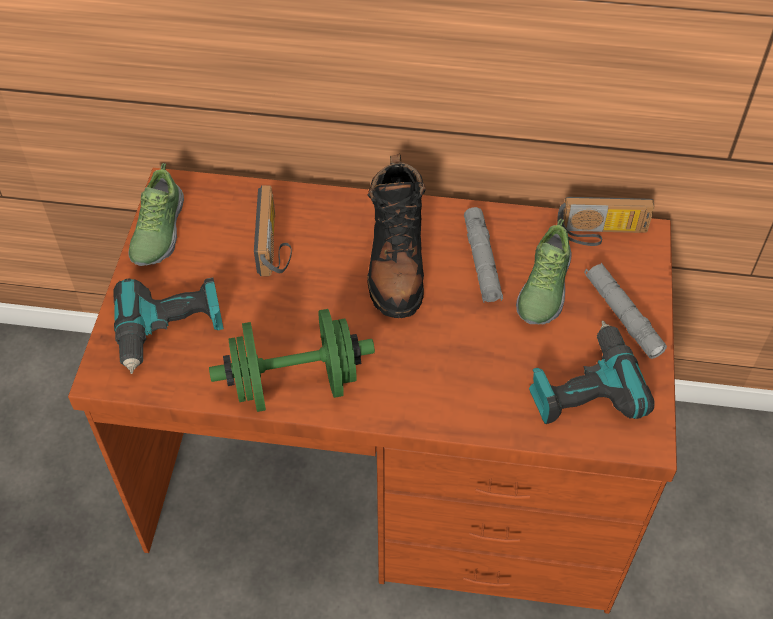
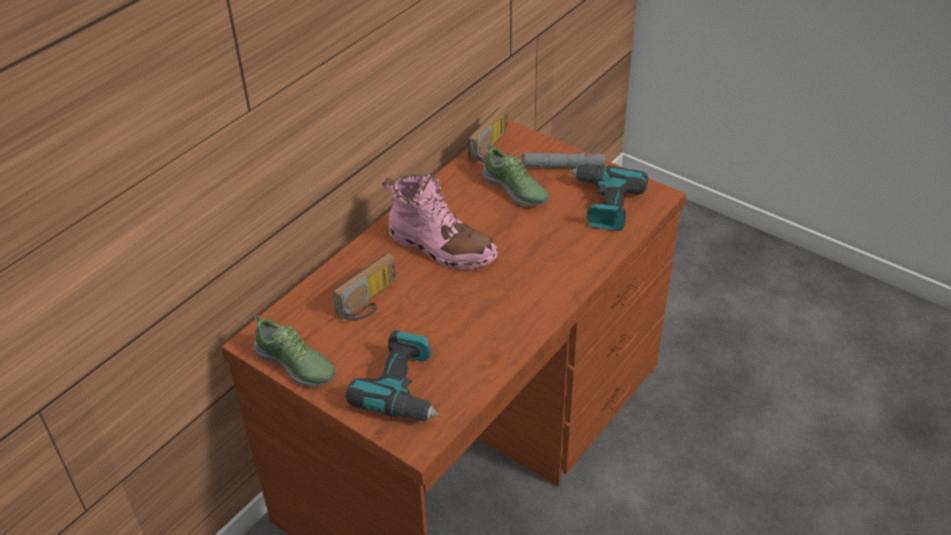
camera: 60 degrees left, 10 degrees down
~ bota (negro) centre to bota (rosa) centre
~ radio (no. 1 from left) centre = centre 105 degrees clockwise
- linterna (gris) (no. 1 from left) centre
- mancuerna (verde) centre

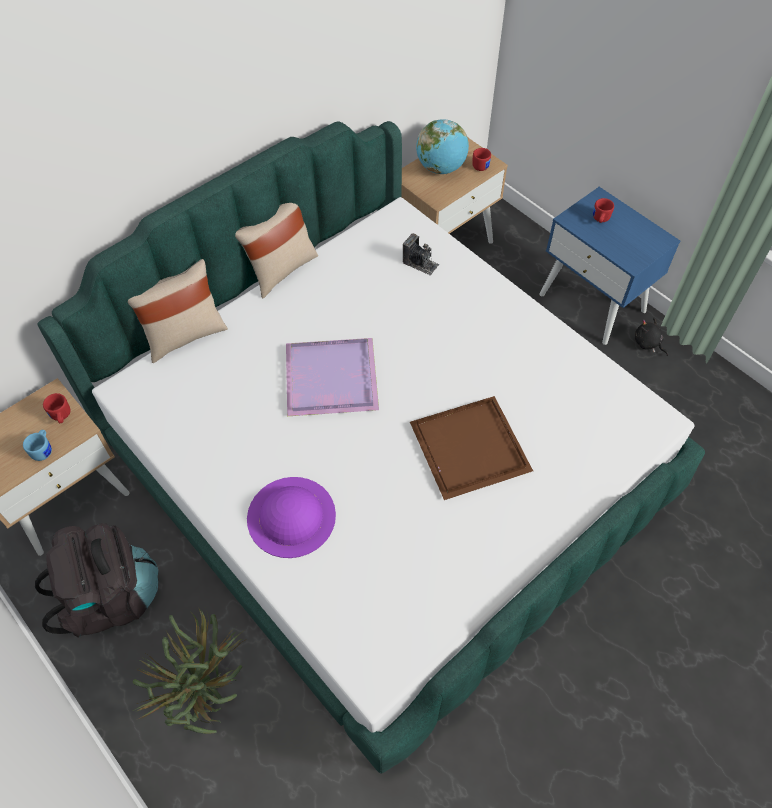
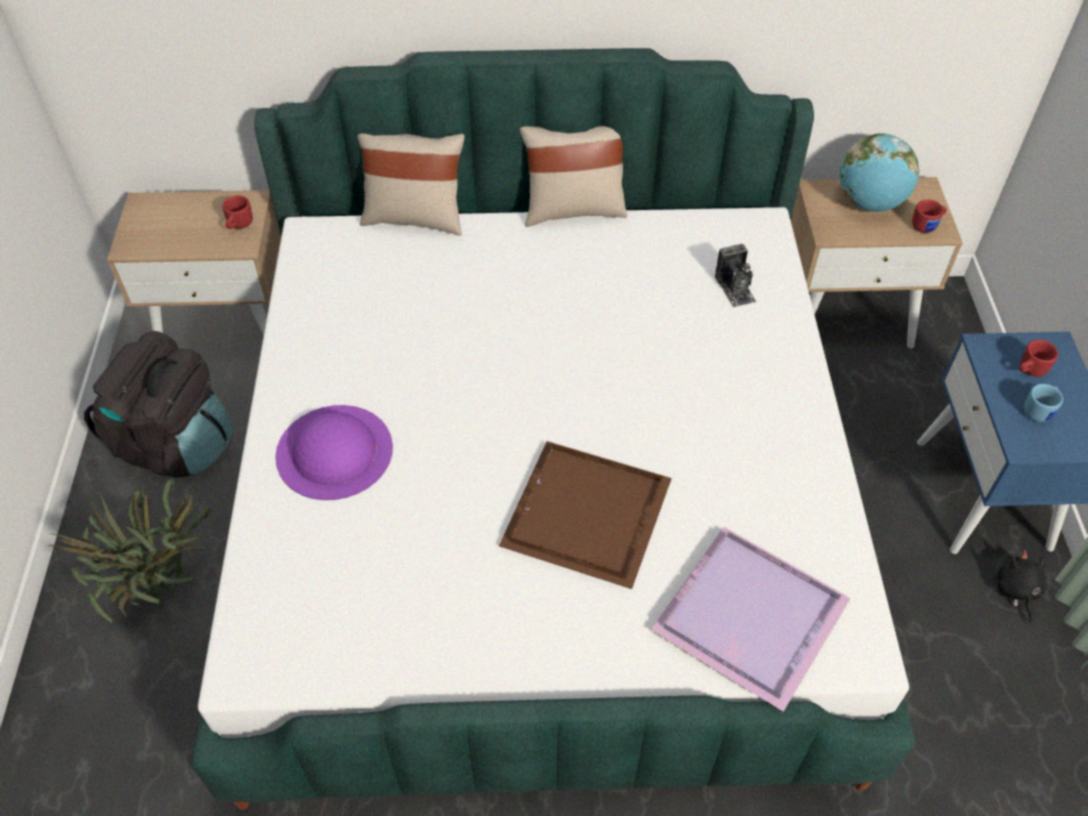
camera: 40 degrees right, 5 degrees down
~ bandeja (morado) centre to bottom right
~ taza grande (azul) middle left to middle right

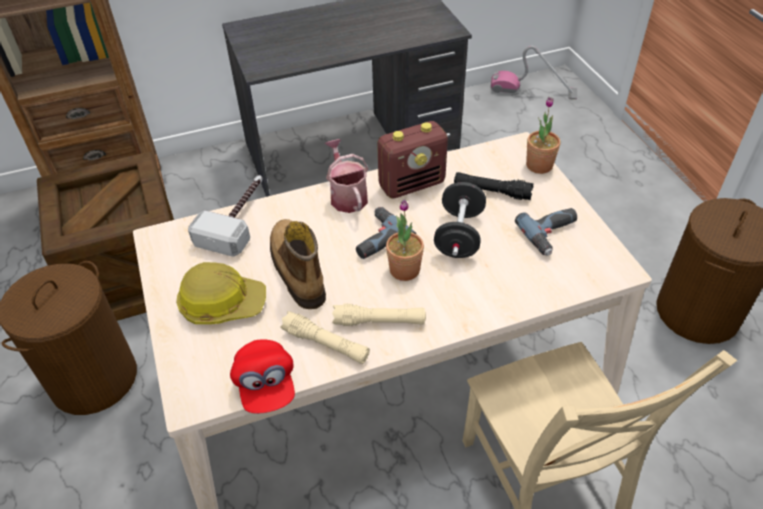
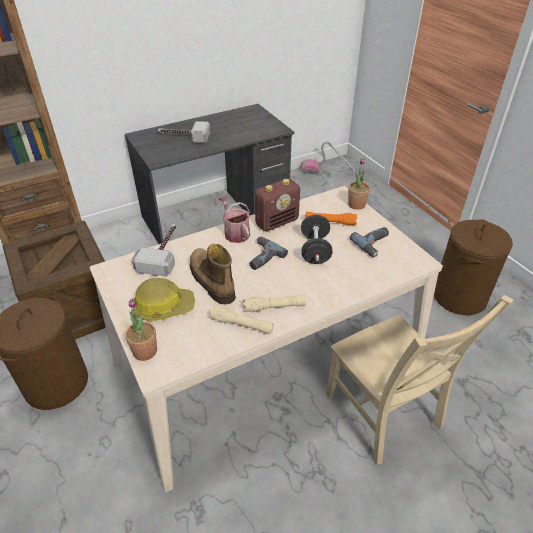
camera: 10 degrees left, 5 degrees down
~ linterna (negro) centre to linterna (naranja) centre
~ planta en maceta (no. 1 from left) centre to middle left
- gorra (rojo) bottom centre
+ martillo (no. 2 from left) top centre

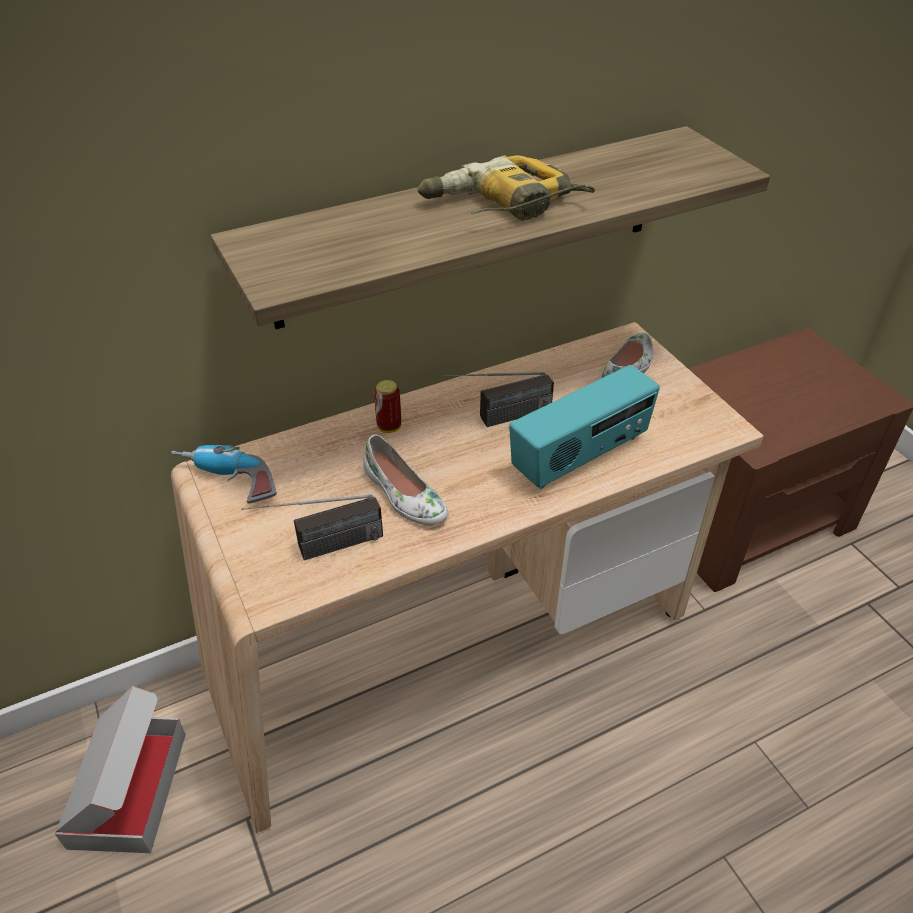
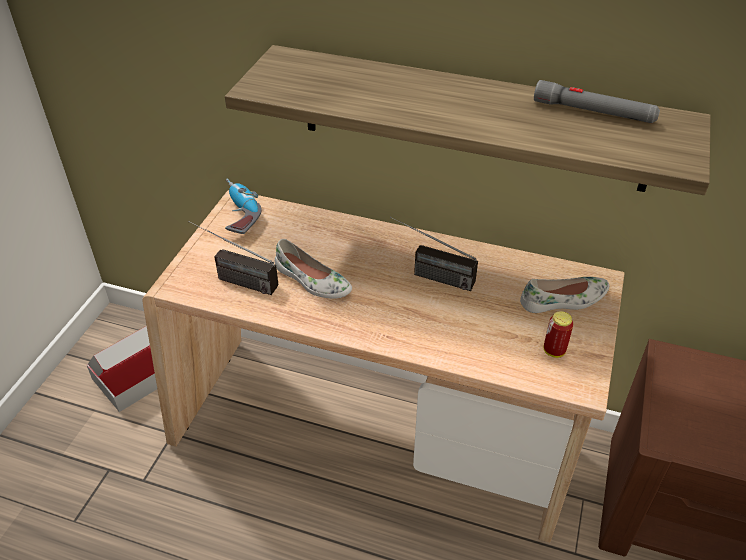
camera: 45 degrees right, 0 degrees up
- taladro (no. 2 from left) top centre
- radio (no. 3 from left) centre
~ lata centre to middle right
~ zapato (blanco) (no. 1 from left) centre = centre 60 degrees counterclockwise
+ linterna (gris) top right

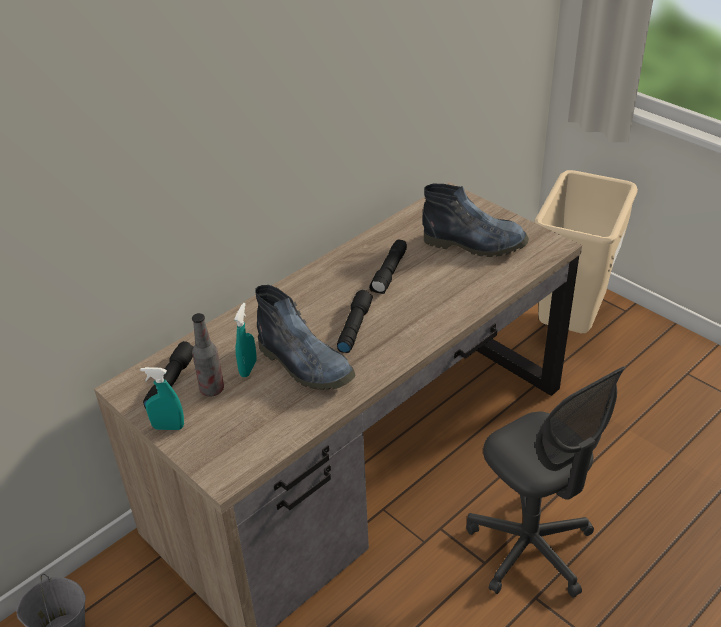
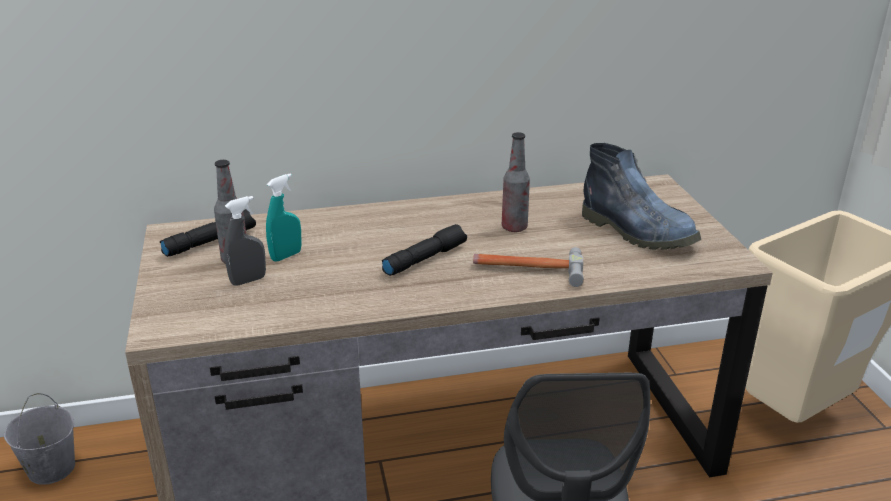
camera: 30 degrees right, 10 degrees down
~ linterna (negro) (no. 3 from left) centre to botella (no. 2 from left) centre
- bota (no. 1 from left) centre
- pulverizador (turquesa) (no. 1 from left) middle left
+ pulverizador (gris) middle left
+ martillo centre

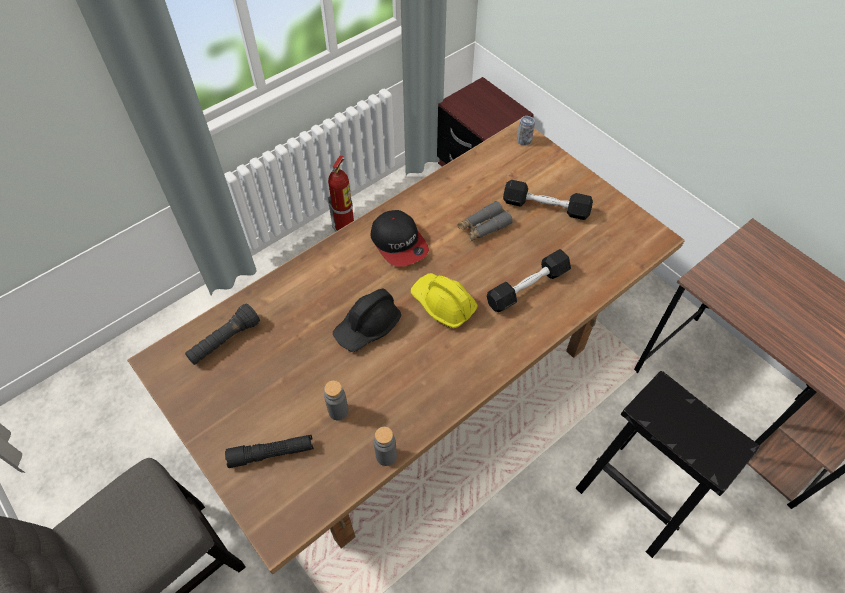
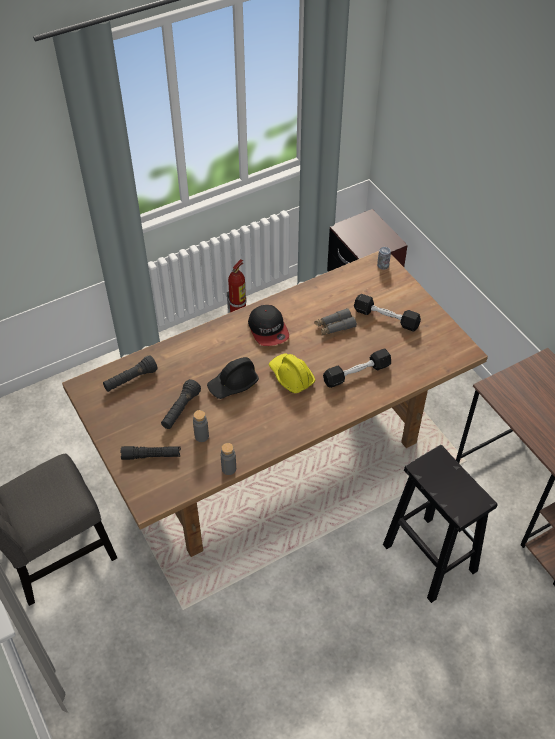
camera: 10 degrees right, 5 degrees down
+ linterna (negro) (no. 3 from left) middle left

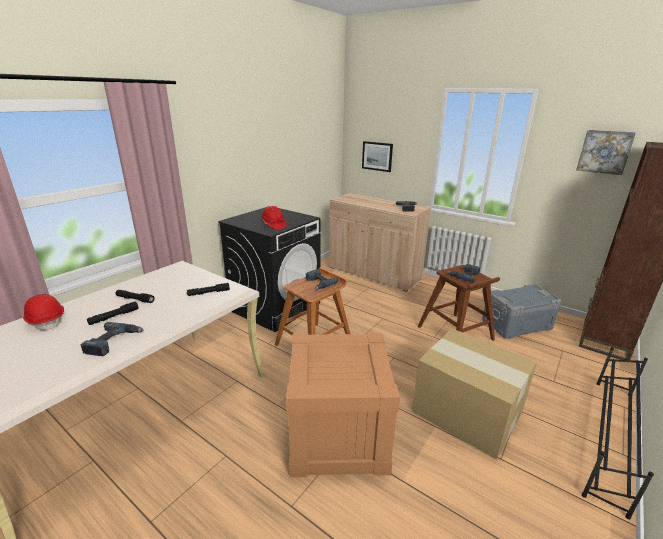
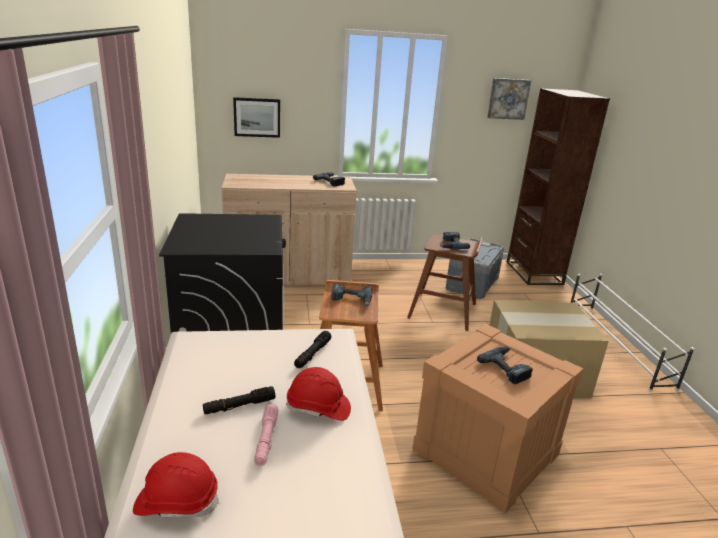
camera: 45 degrees left, 0 degrees up
~ casco (rojo) (no. 2 from left) centre to bottom centre
~ linterna (negro) (no. 1 from left) middle left to linterna (rosa) bottom centre
~ taladro (no. 1 from left in the first image) middle left to taladro (no. 4 from left) bottom right
~ zapatero (negro) bottom right to zapatero (blanco) middle right

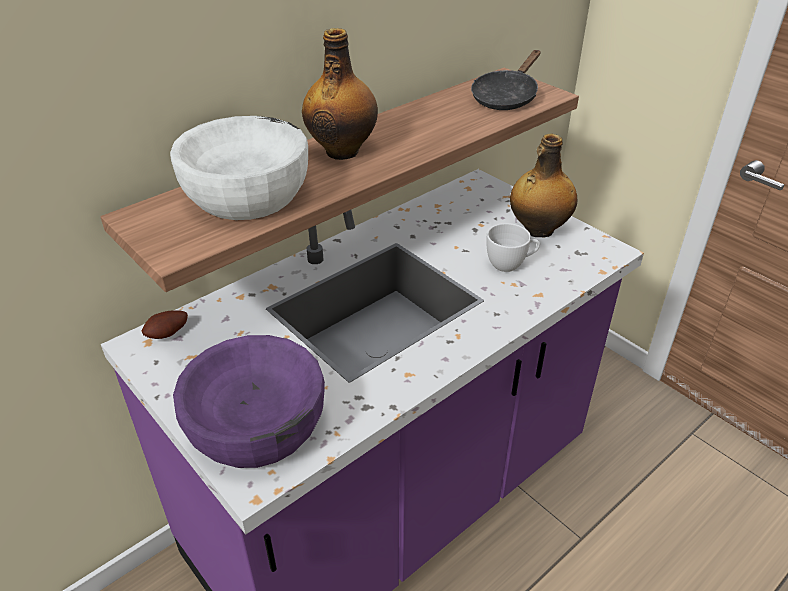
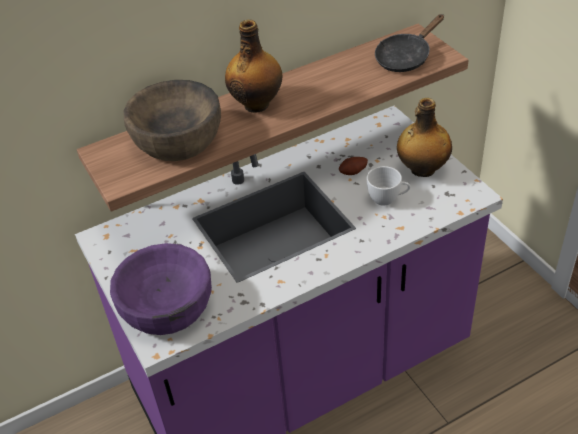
camera: 15 degrees right, 5 degrees up
~ cuenco (blanco) top left to cuenco (marrón) top left
~ patata middle left to centre

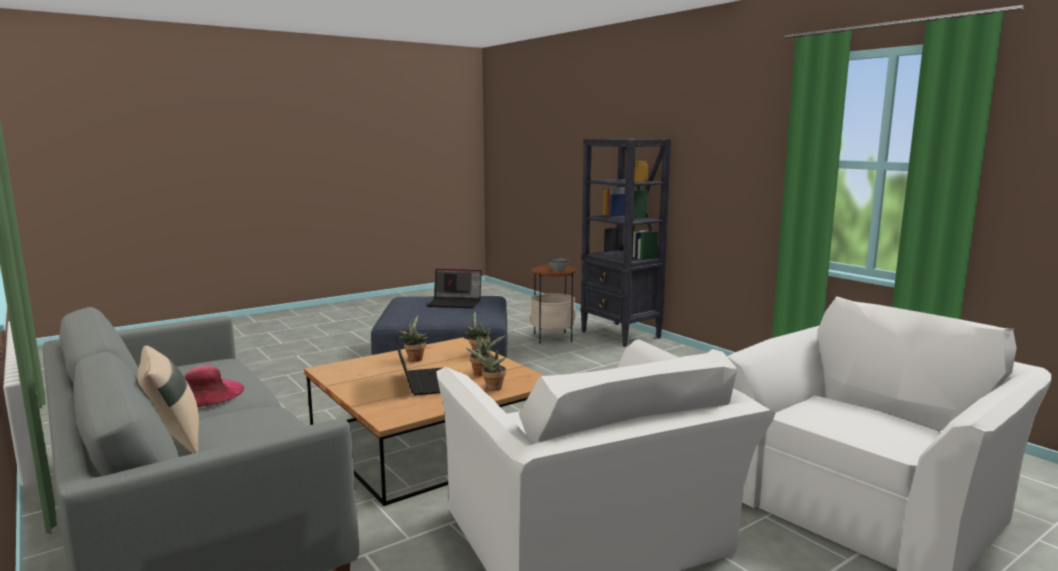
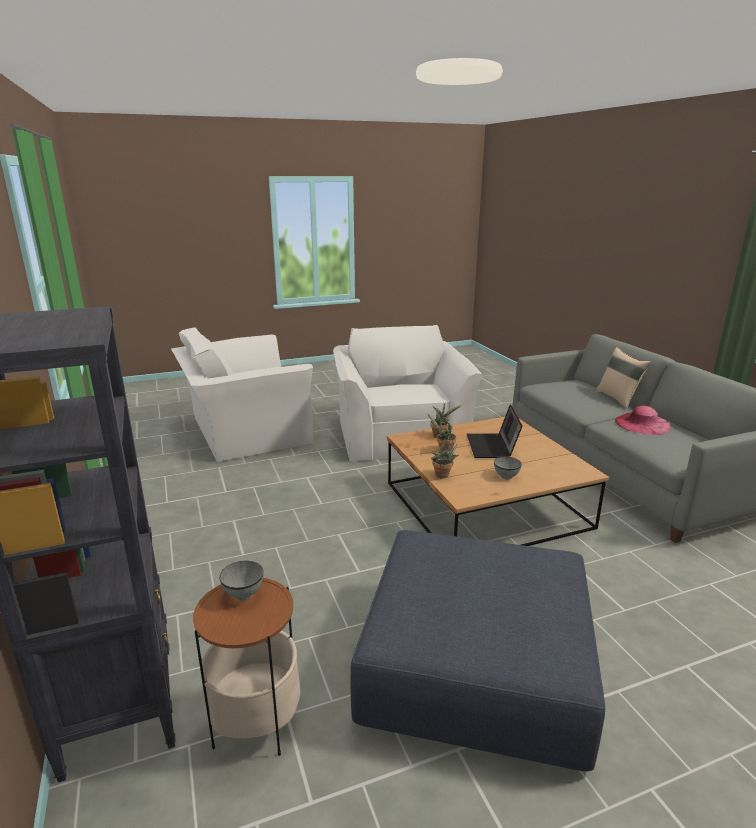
camera: 165 degrees left, 10 degrees up
- portátil (no. 2 from left) centre
~ planta en maceta (no. 1 from left) centre to cuenco (gris) (no. 2 from left) middle right

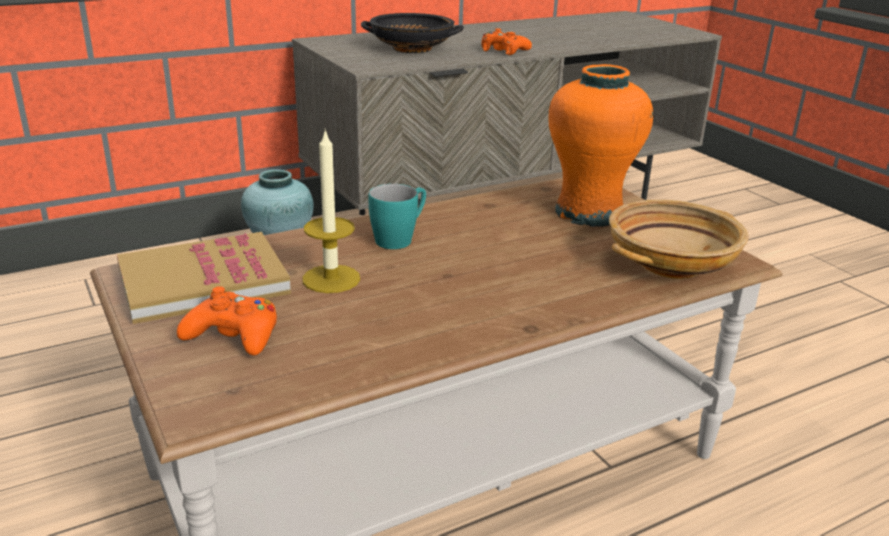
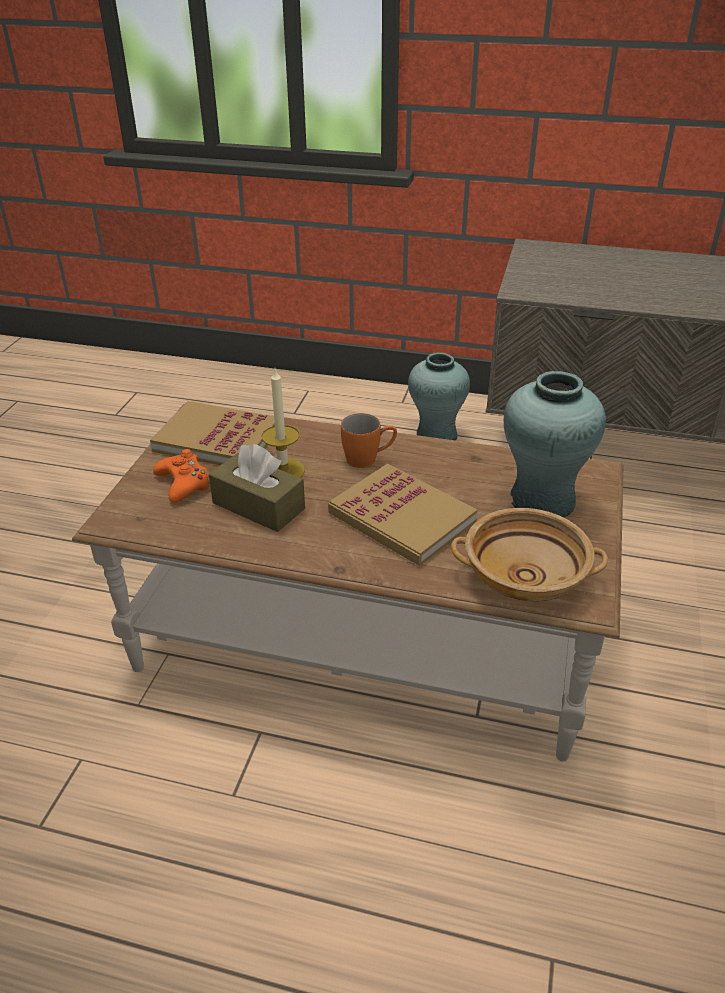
camera: 45 degrees right, 10 degrees up
- cuenco (negro) top centre
- mando de consola (naranja) (no. 2 from left) top centre
~ florero (naranja) top right to florero (turquesa) (no. 2 from left) middle right
~ taza grande (turquesa) centre to taza grande (naranja) centre
+ caja de pañuelos (marrón) centre
+ libro (no. 2 from left) centre

